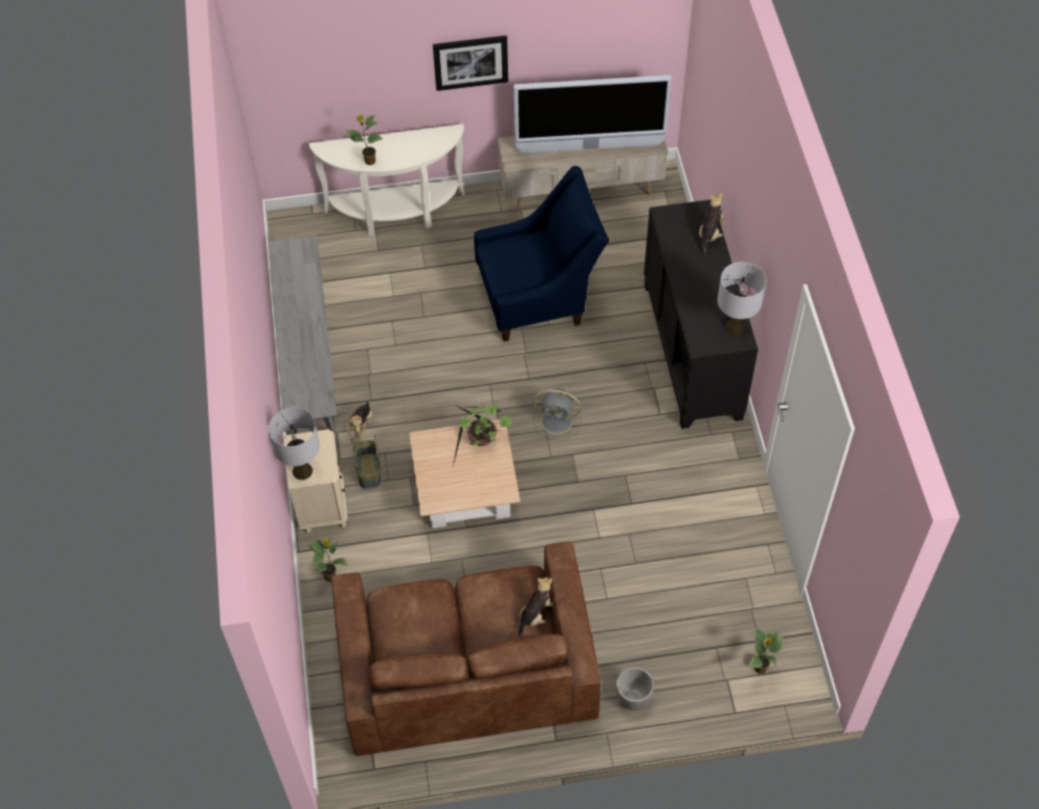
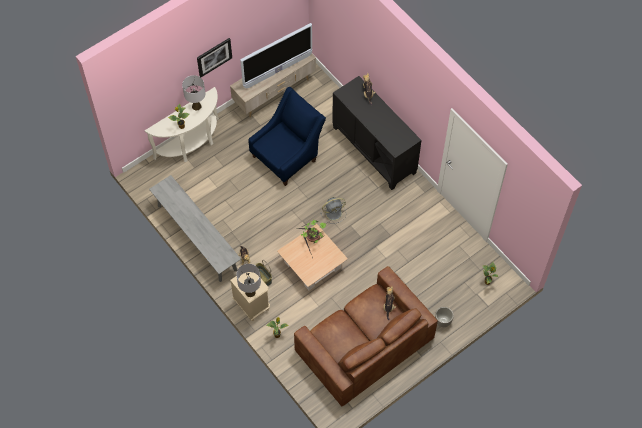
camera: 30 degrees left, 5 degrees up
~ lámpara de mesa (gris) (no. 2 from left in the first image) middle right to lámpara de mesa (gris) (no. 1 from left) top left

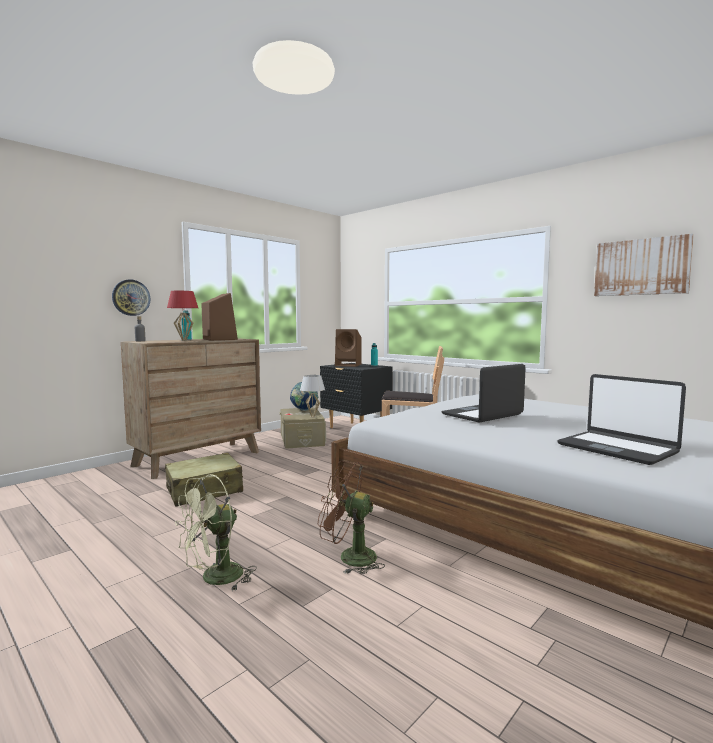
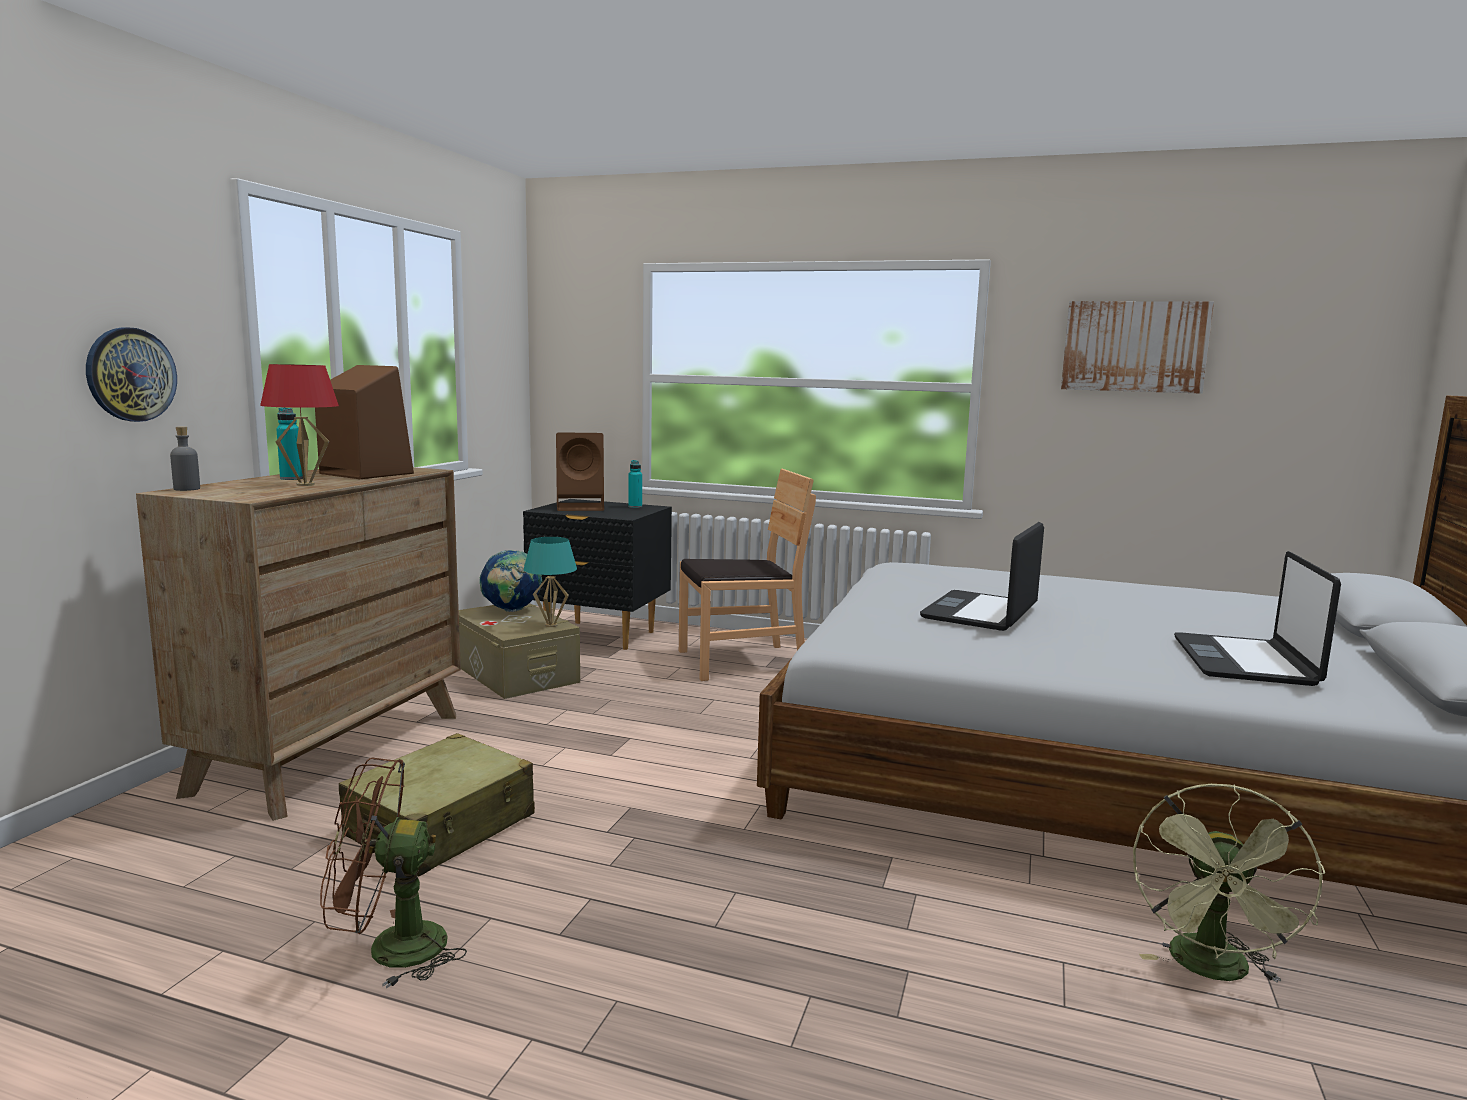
camera: 25 degrees left, 5 degrees up
~ portátil (no. 2 from left) middle right = middle right 75 degrees clockwise
~ lámpara de mesa (blanco) centre to lámpara de mesa (turquesa) centre
~ ventilador (marrón) bottom centre to bottom left
~ ventilador (verde) bottom left to bottom right

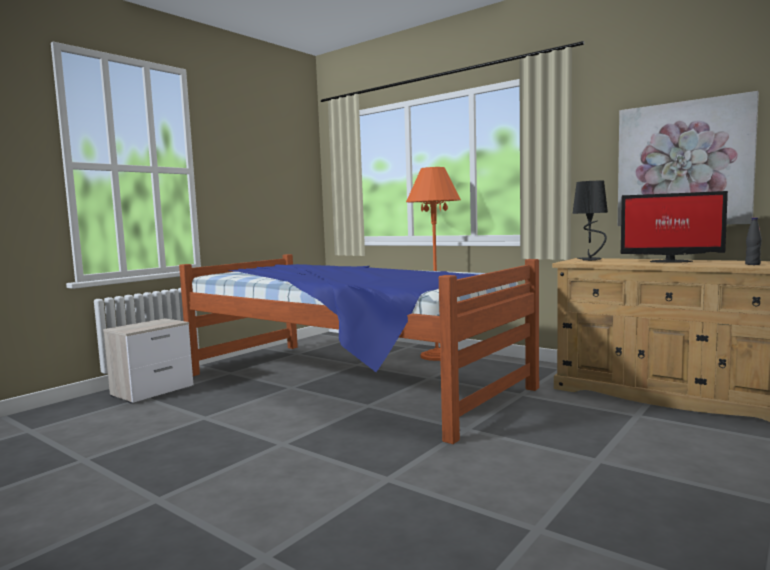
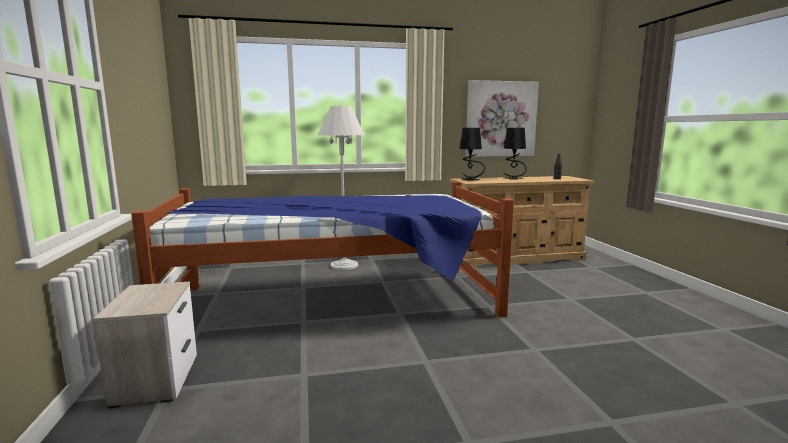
camera: 50 degrees left, 5 degrees up
~ lámpara de pie (naranja) centre to lámpara de pie (blanco) centre
~ monitor middle right to lámpara de mesa (negro) (no. 2 from left) centre

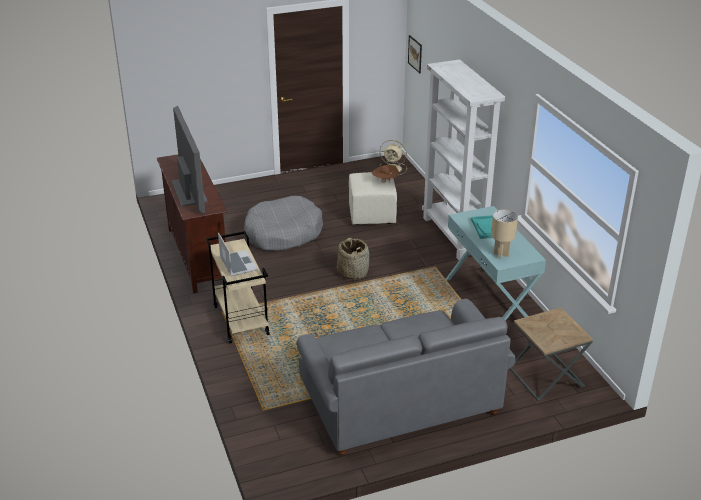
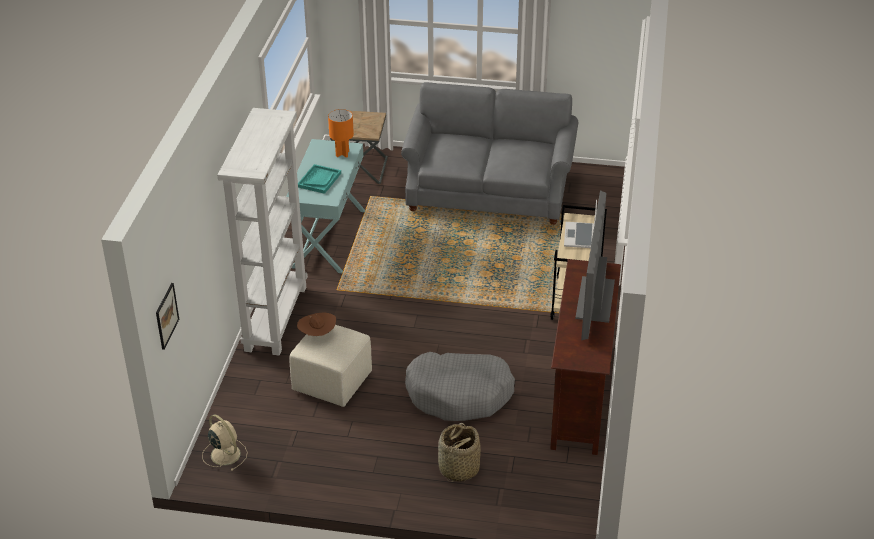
camera: 150 degrees left, 5 degrees up
~ lámpara de mesa (beis) middle right to lámpara de mesa (naranja) top centre
~ cesta centre to bottom centre

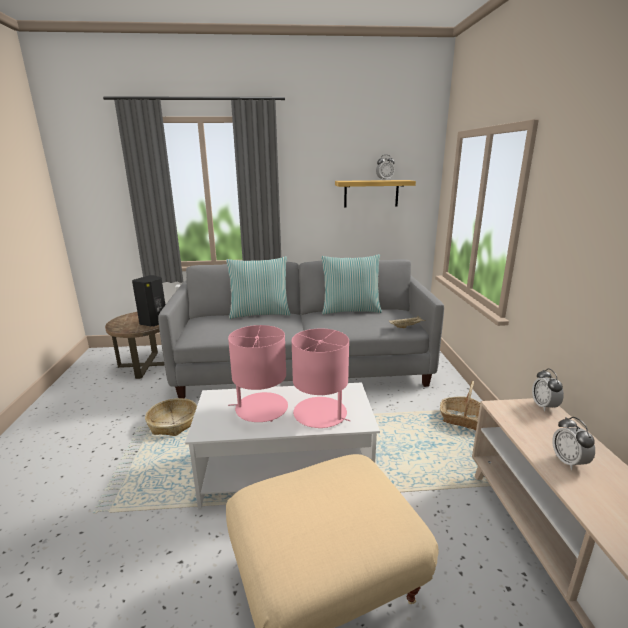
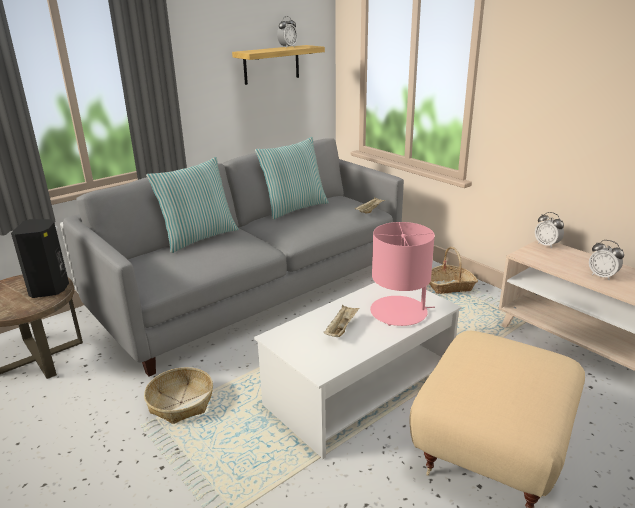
camera: 35 degrees left, 5 degrees up
~ lámpara de mesa (rosa) (no. 1 from left) centre to bandeja (beis) (no. 1 from left) centre

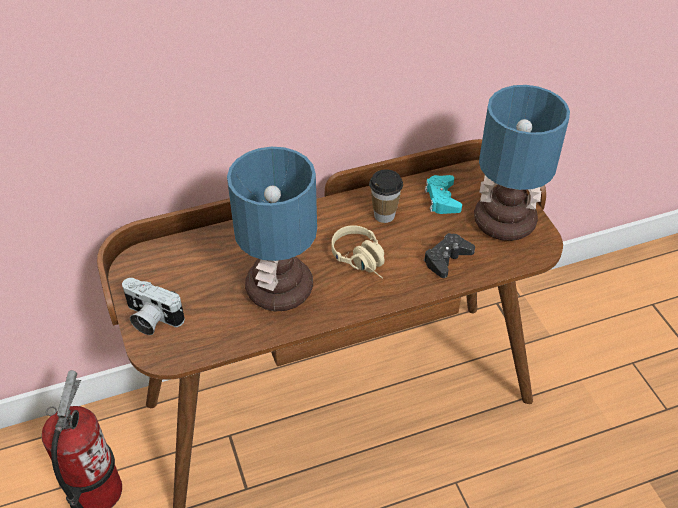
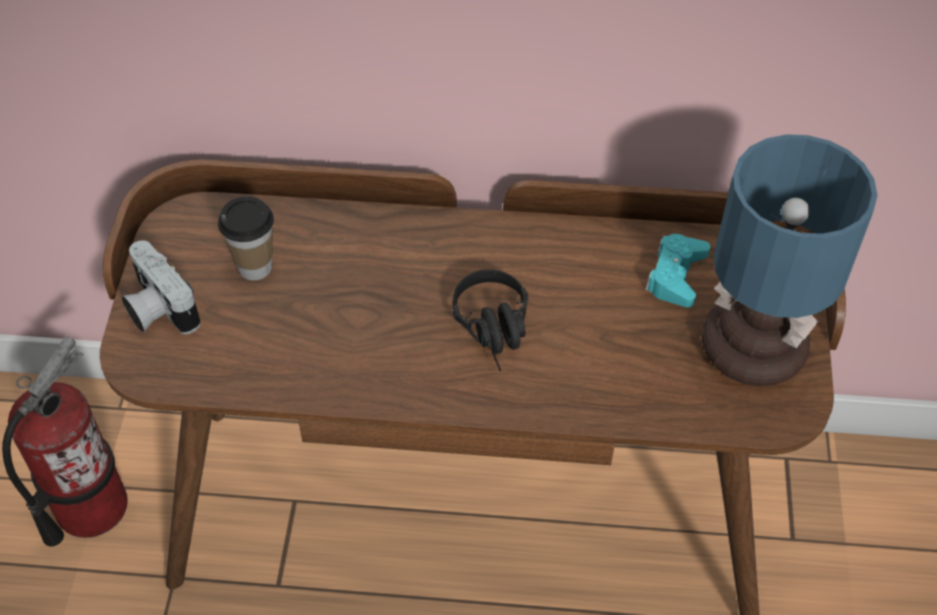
camera: 25 degrees right, 5 degrees up
- lámpara de mesa (no. 1 from left) centre
~ taza centre to middle left
~ auriculares (beis) centre to auriculares (negro) centre
- mando de consola (negro) centre

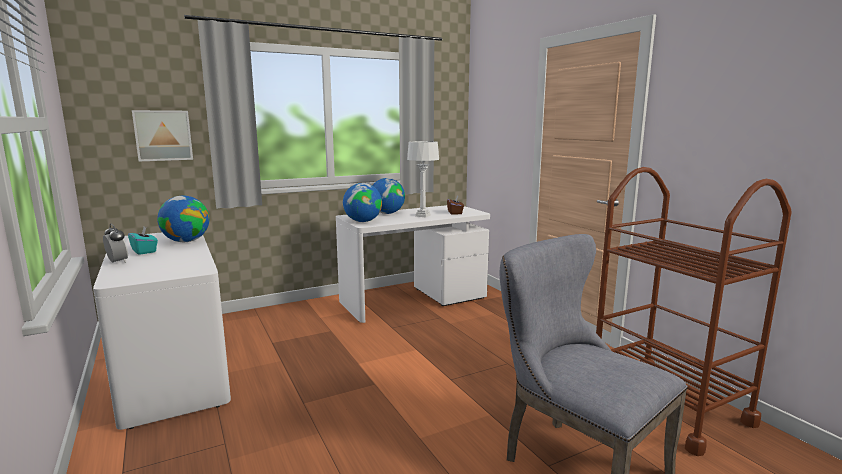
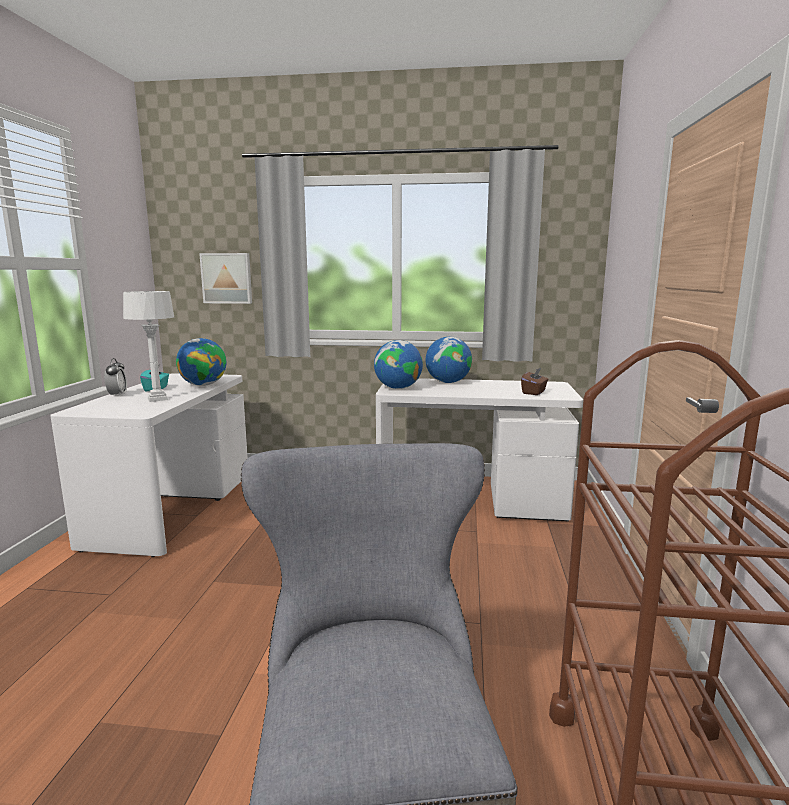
camera: 35 degrees right, 0 degrees up
~ lámpara de mesa (blanco) centre to middle left

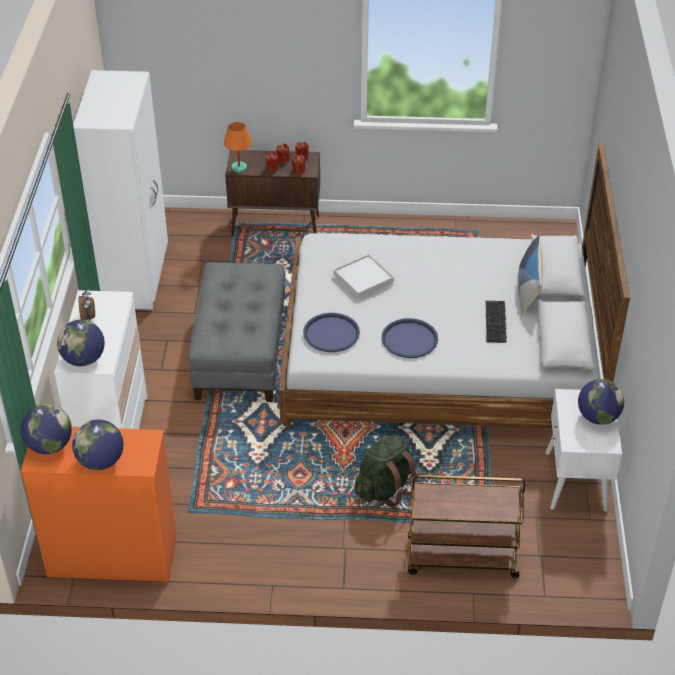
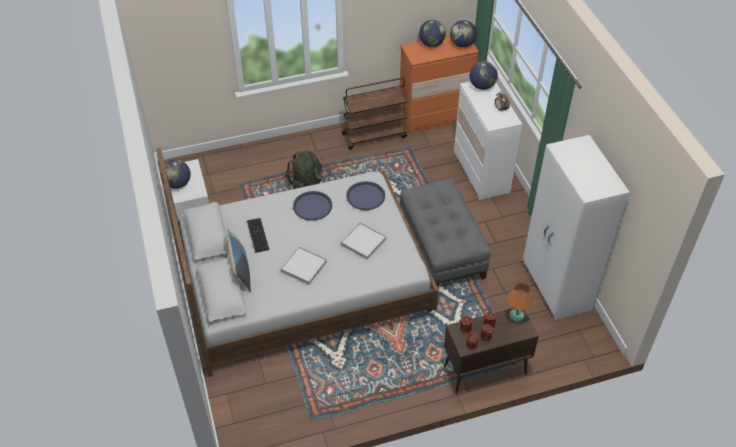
camera: 160 degrees right, 5 degrees up
~ carrito (marrón) bottom right to top centre
+ bandeja (blanco) (no. 1 from left) centre

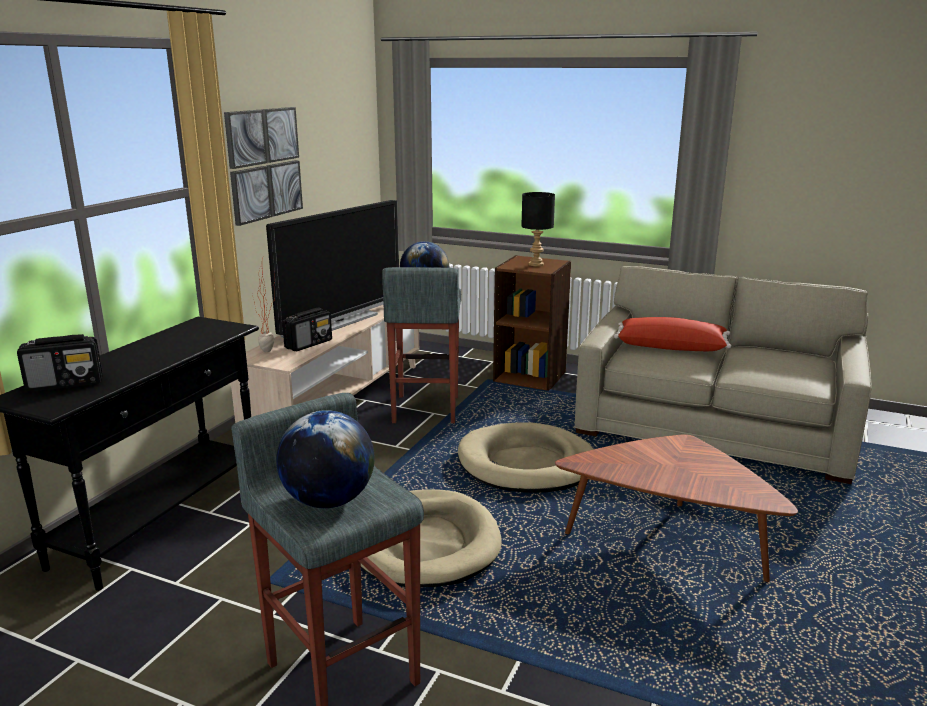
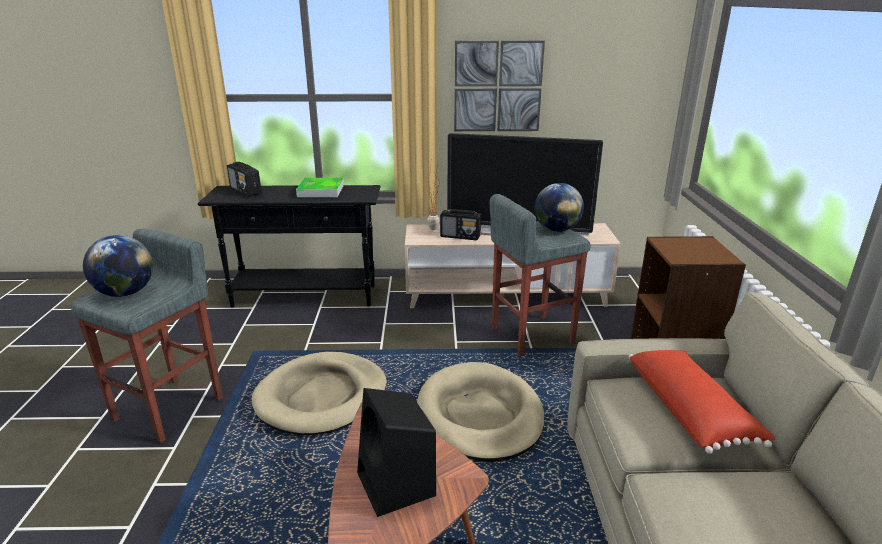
camera: 65 degrees right, 5 degrees up
- lámpara de mesa (negro) top centre
+ bandeja centre
+ altavoz (negro) bottom centre

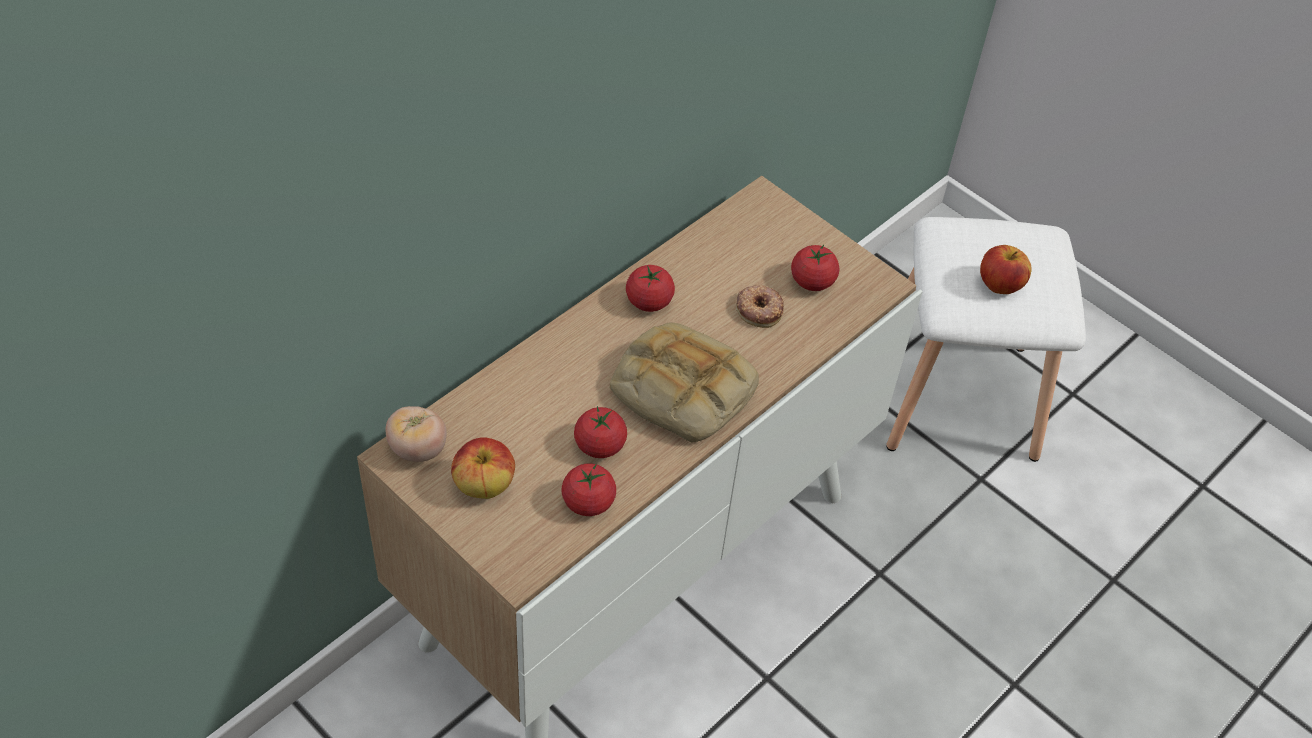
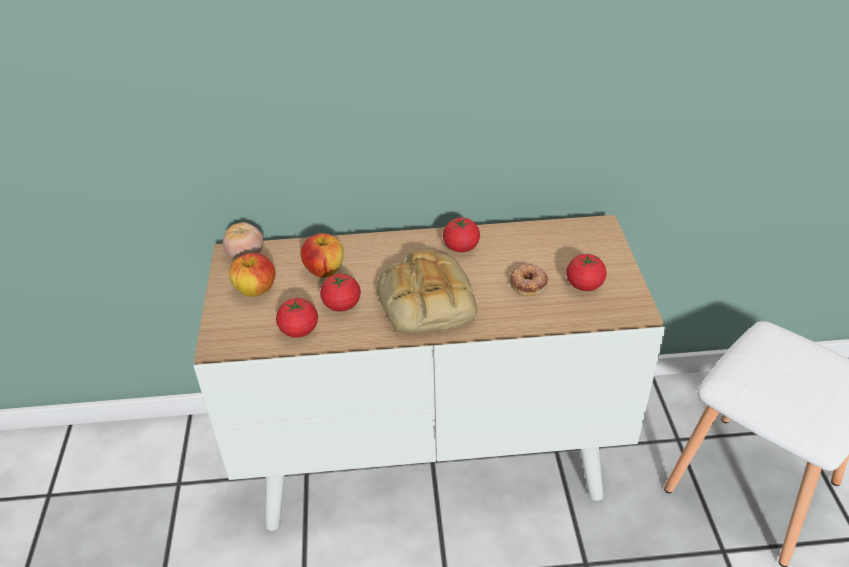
camera: 45 degrees right, 10 degrees down
~ manzana (no. 2 from left) middle right to centre

